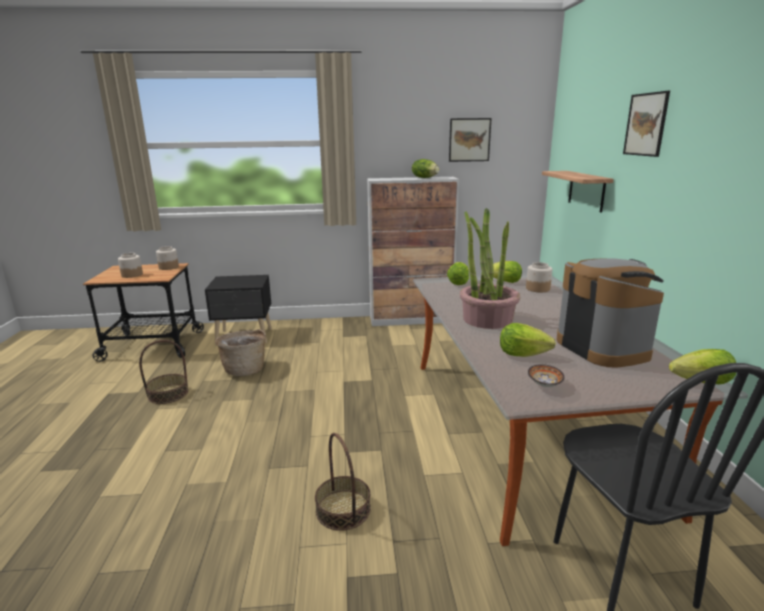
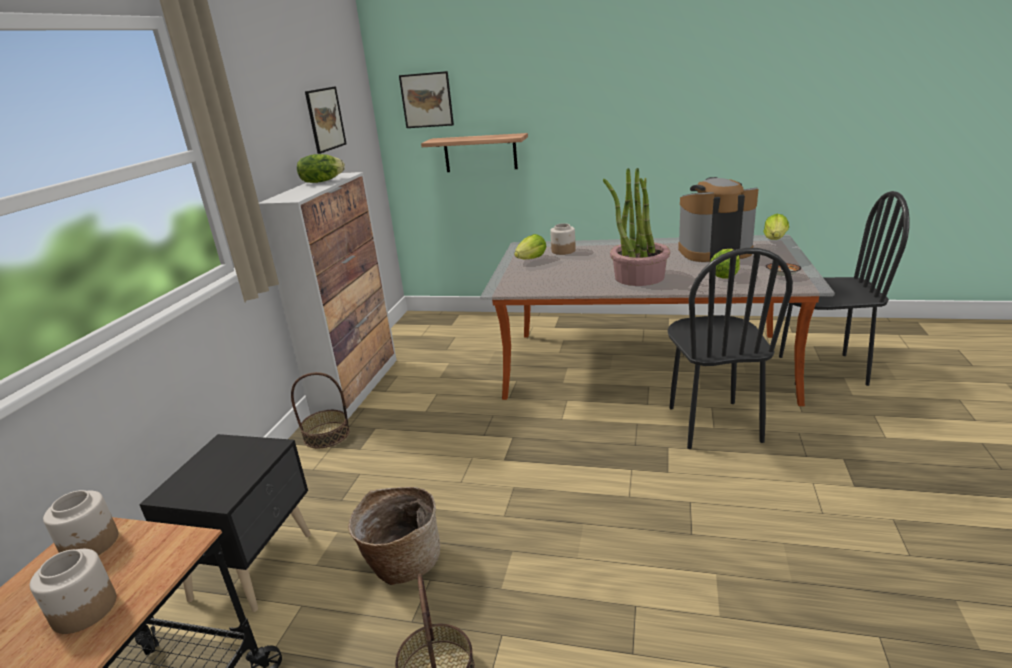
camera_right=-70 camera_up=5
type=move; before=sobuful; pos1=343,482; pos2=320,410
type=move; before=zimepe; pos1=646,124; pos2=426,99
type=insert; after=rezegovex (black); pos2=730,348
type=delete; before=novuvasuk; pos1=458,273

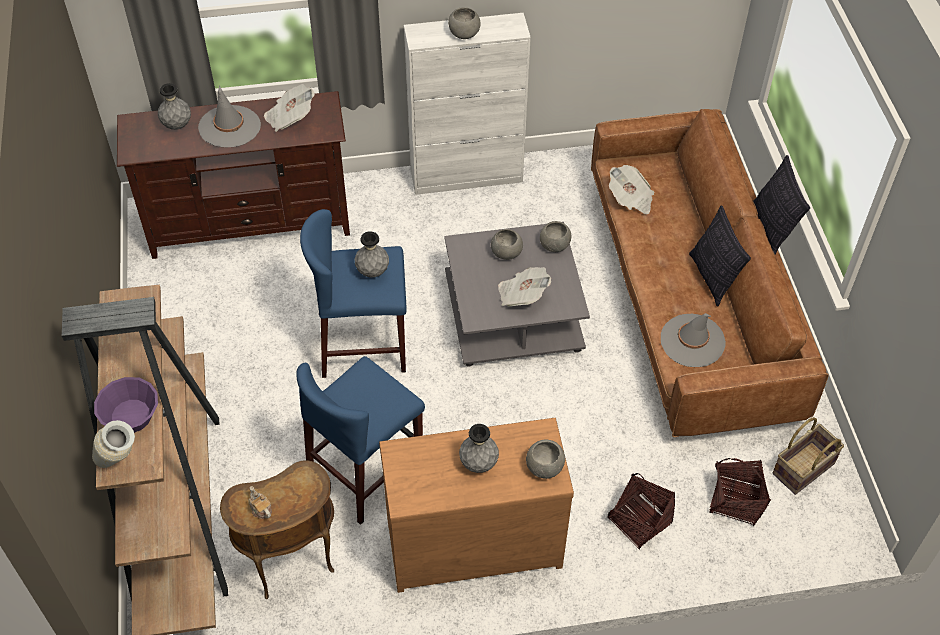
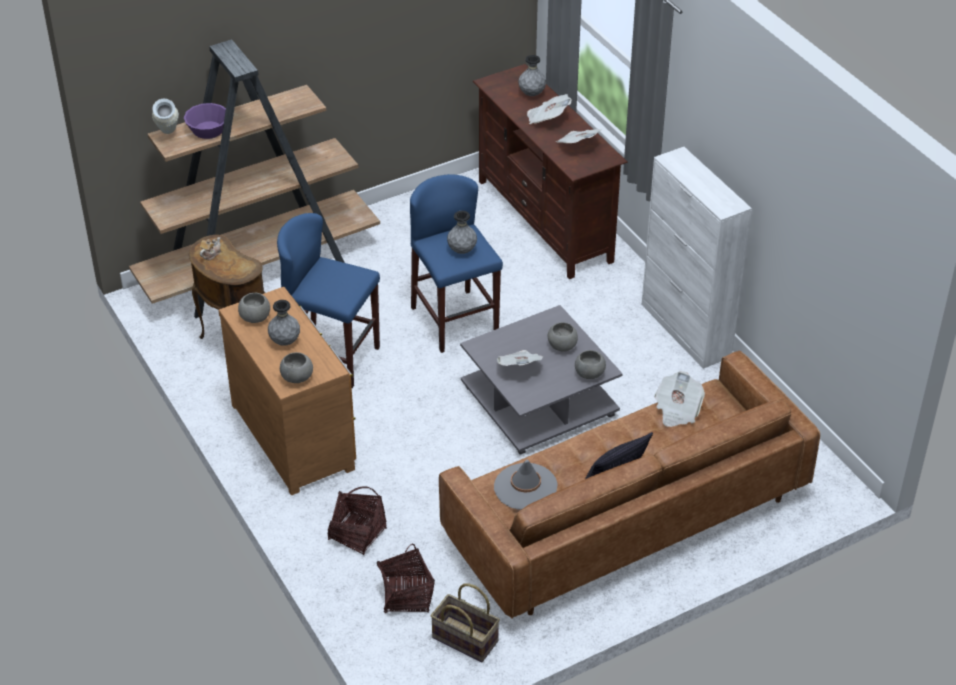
camera_right=70 camera_up=-10
type=move; before=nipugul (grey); pos1=464,23; pos2=254,308
type=replace; before=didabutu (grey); after=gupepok; pos1=229,116; pos2=549,109
type=delete; before=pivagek; pos1=781,205

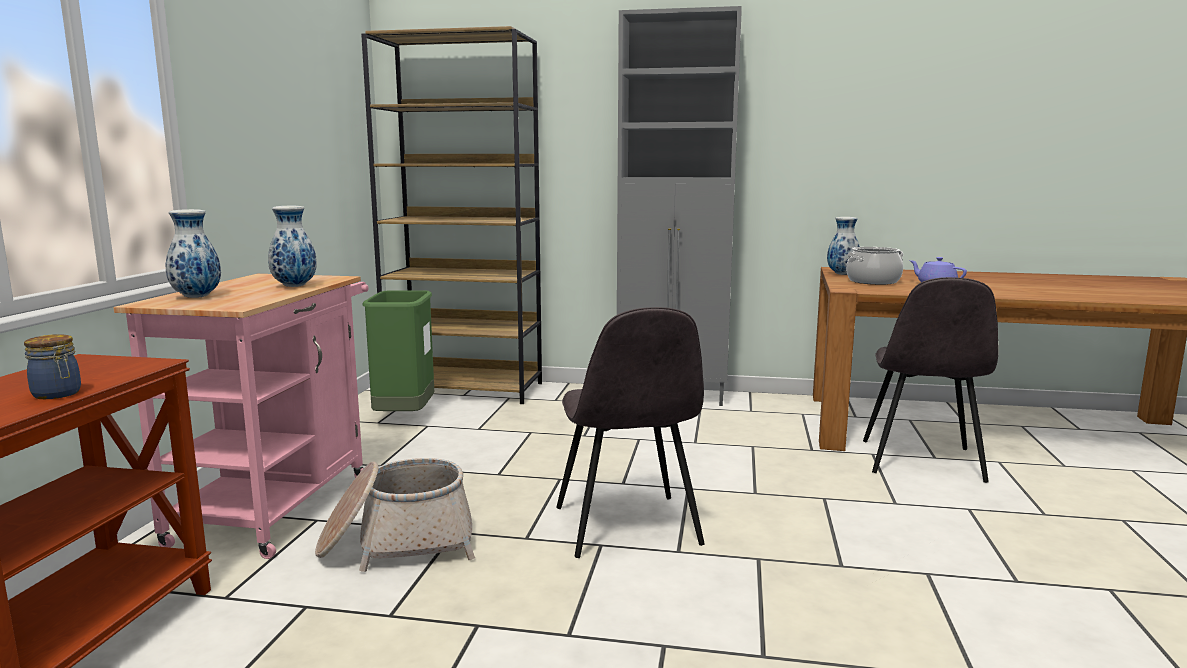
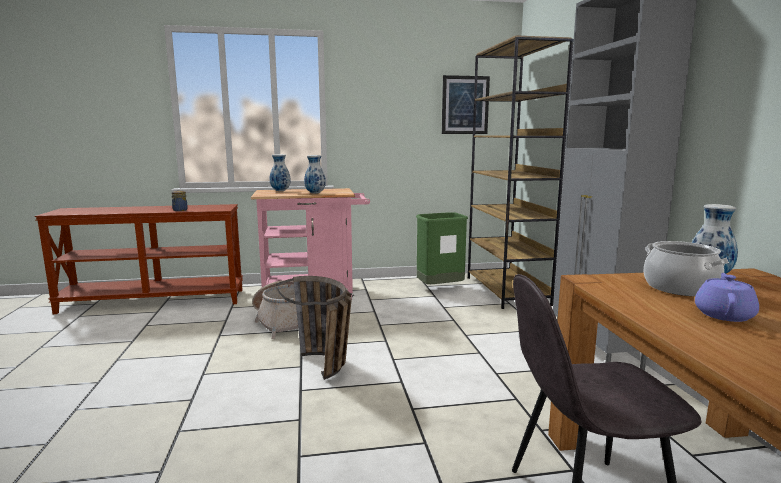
camera_right=70 camera_up=0
type=replace; before=rezegovex (grey); after=sobuful; pos1=631,432; pos2=313,328
type=insert; after=zimepe; pos2=466,104

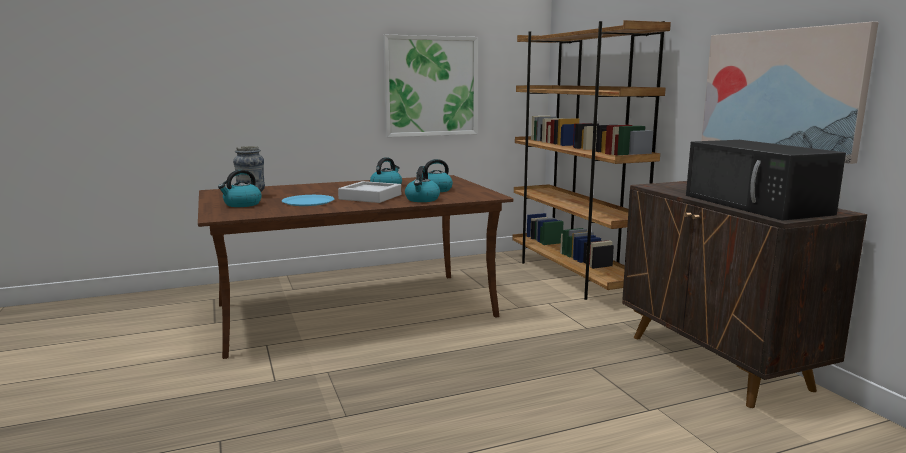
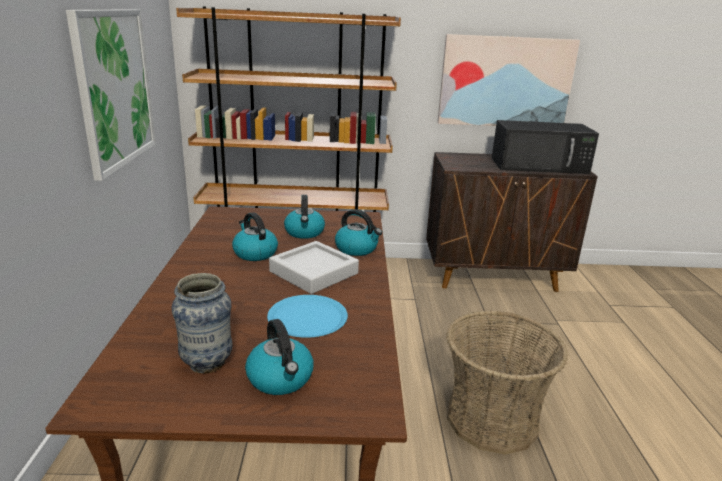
camera_right=-70 camera_up=10
type=insert; after=sobuful; pos2=507,382

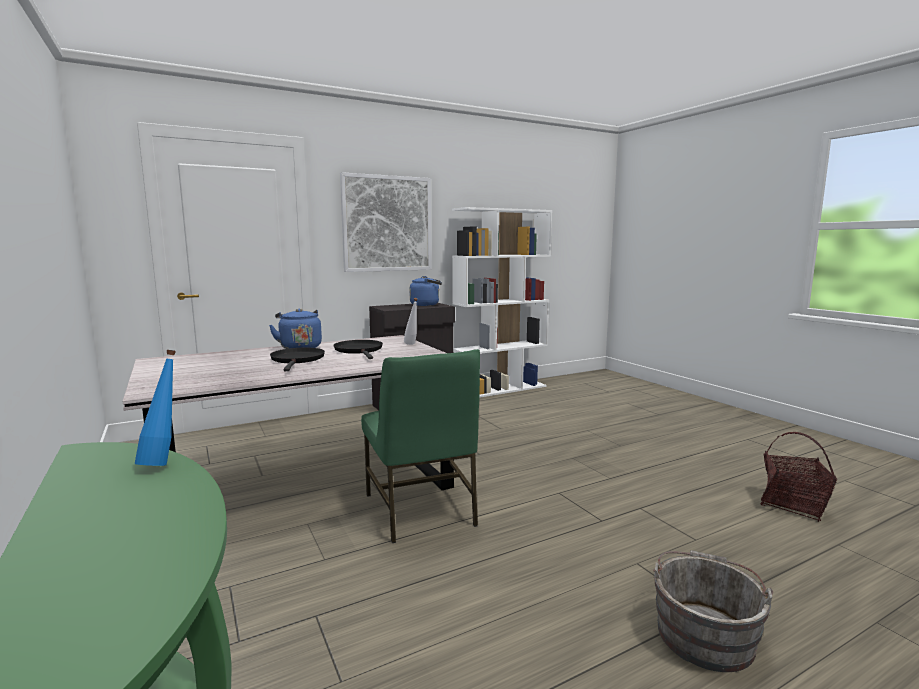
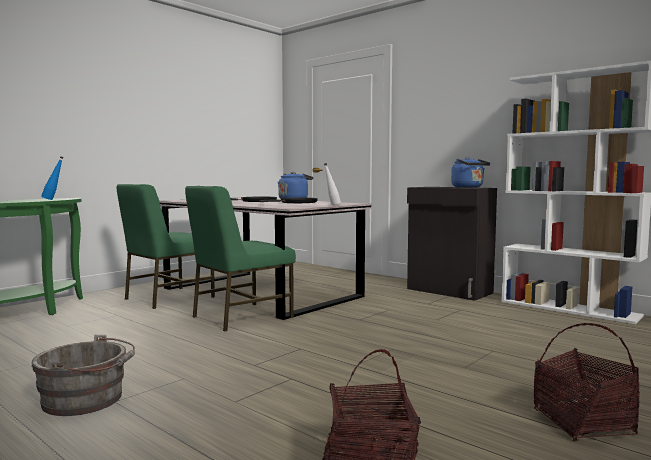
camera_right=70 camera_up=-5
type=insert; after=rezegovex (green); pos2=166,246
type=insert; after=sobuful; pos2=587,382
type=delete; before=zimepe; pos1=386,222

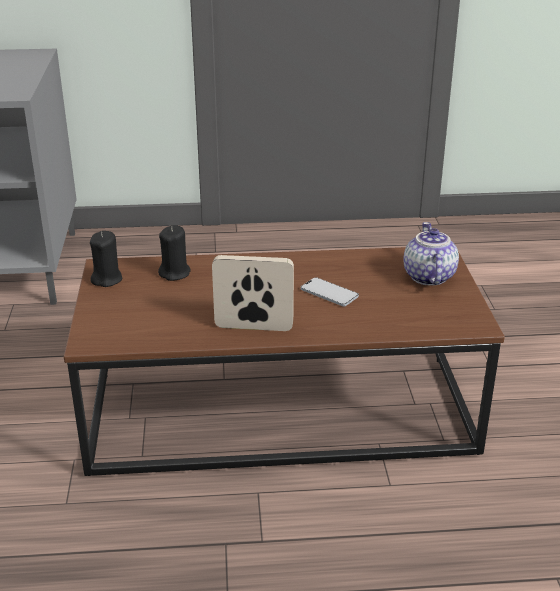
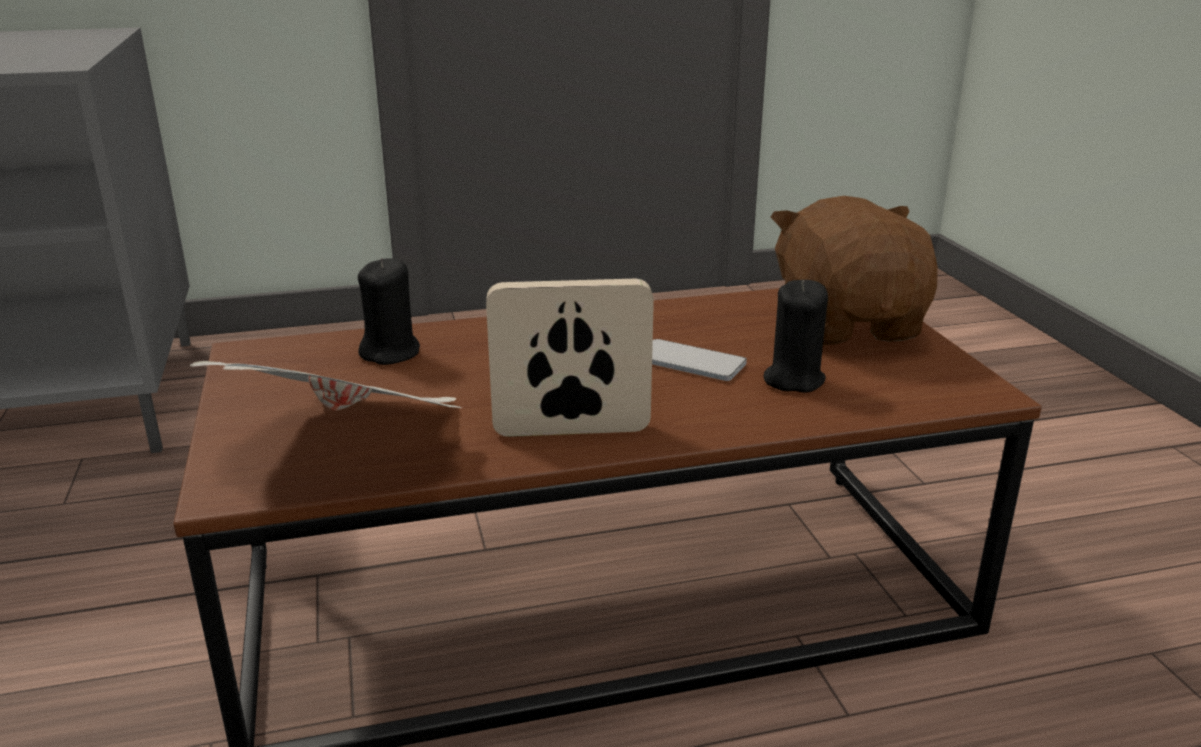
camera_right=-10 camera_up=-5
type=insert; after=gupepok; pos2=325,386
type=move; before=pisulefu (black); pos1=106,259; pos2=796,336
type=replace; before=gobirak; after=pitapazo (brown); pos1=431,254; pos2=854,270

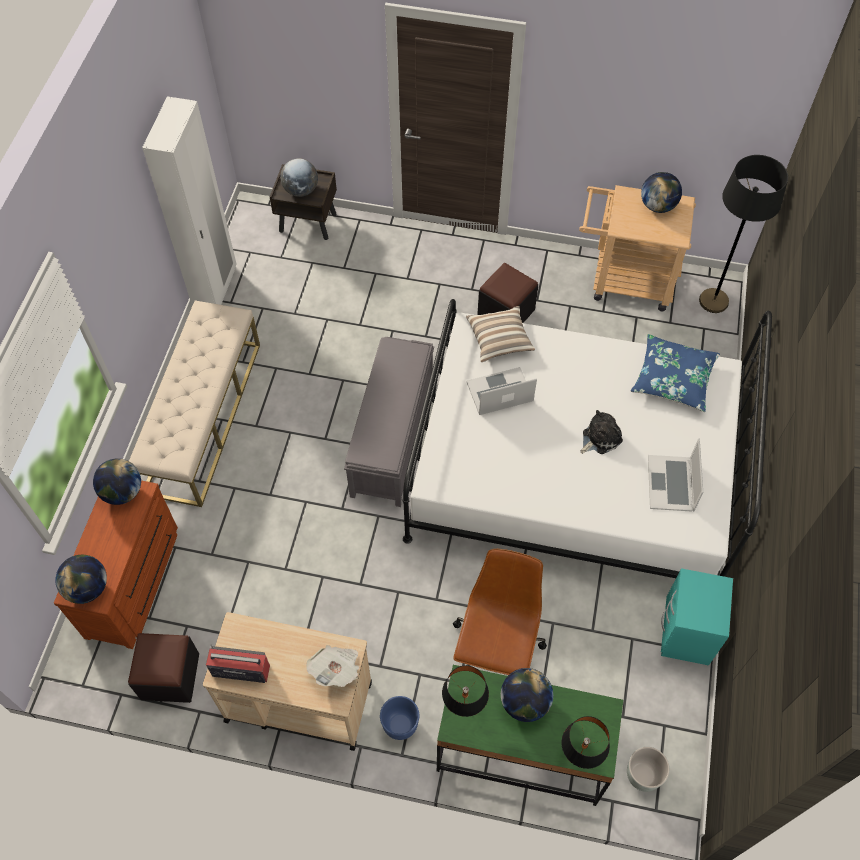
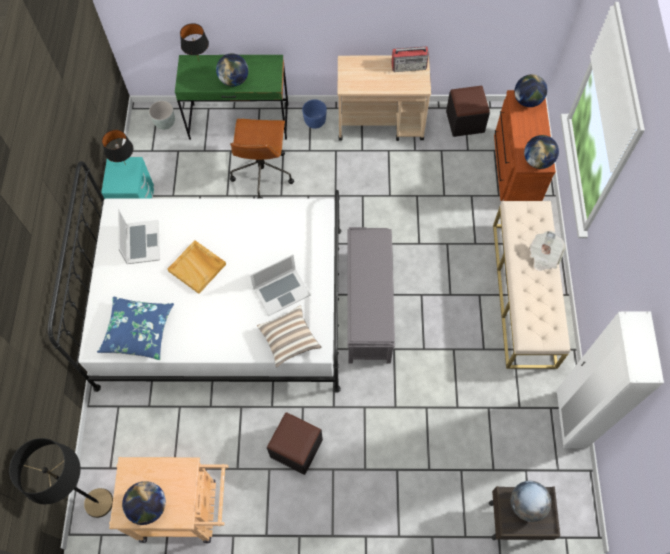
camera_right=170 camera_up=5
type=move; before=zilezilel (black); pos1=465,691; pos2=117,147
type=replace; before=pitapazo; after=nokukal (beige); pos1=601,432; pos2=196,267
type=move; before=gupepok; pos1=333,666; pos2=547,250

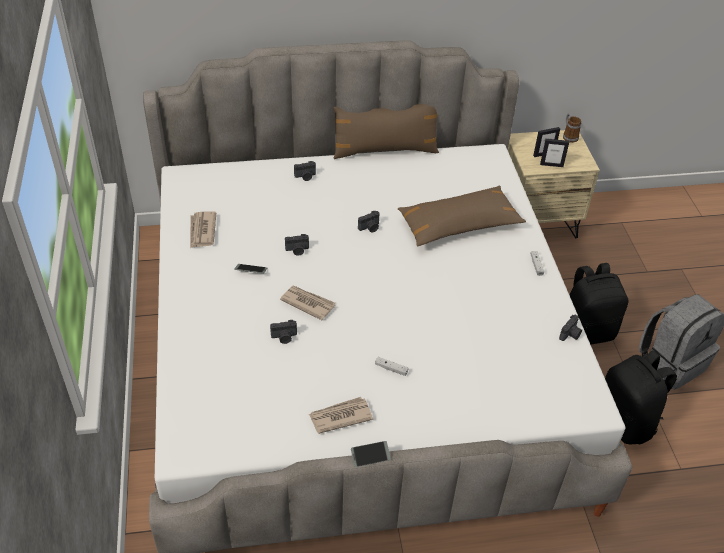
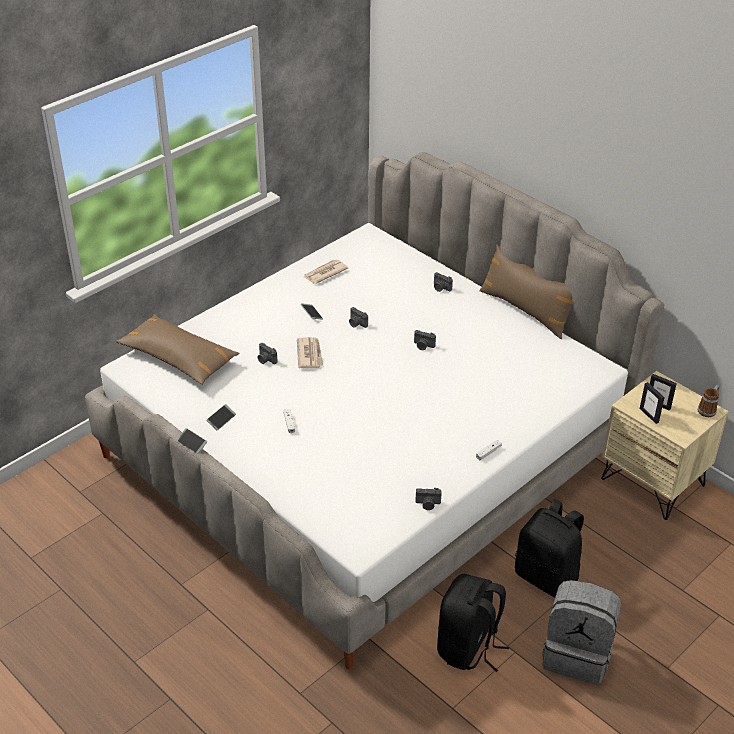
camera_right=55 camera_up=-5
type=move; before=pivagek (brown); pos1=462,216; pos2=177,349
type=replace; before=gupepok; after=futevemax; pos1=341,415; pos2=221,417

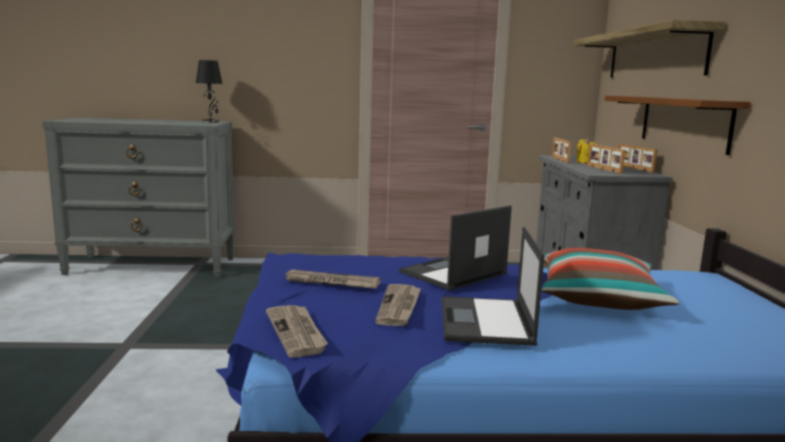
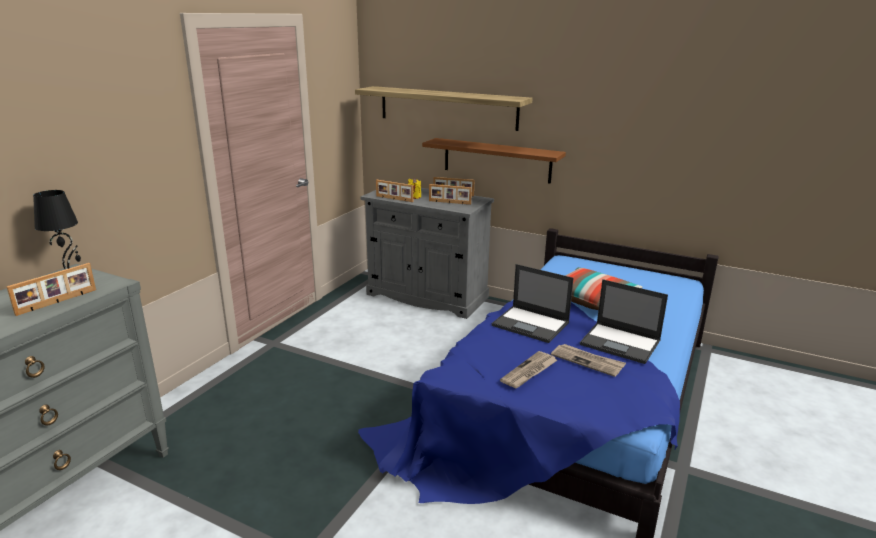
camera_right=-60 camera_up=10
type=insert; after=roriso; pos2=51,289
type=rotate; before=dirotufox; pos1=455,248; pos2=533,303; turn=-45
type=delete; before=gupepok; pos1=297,331

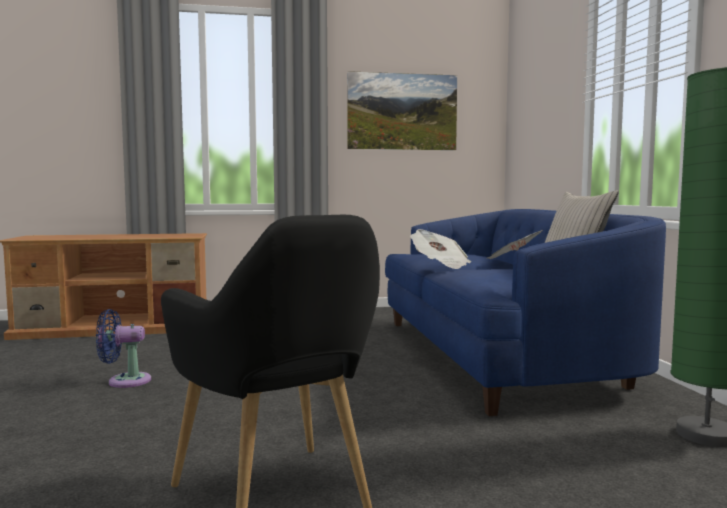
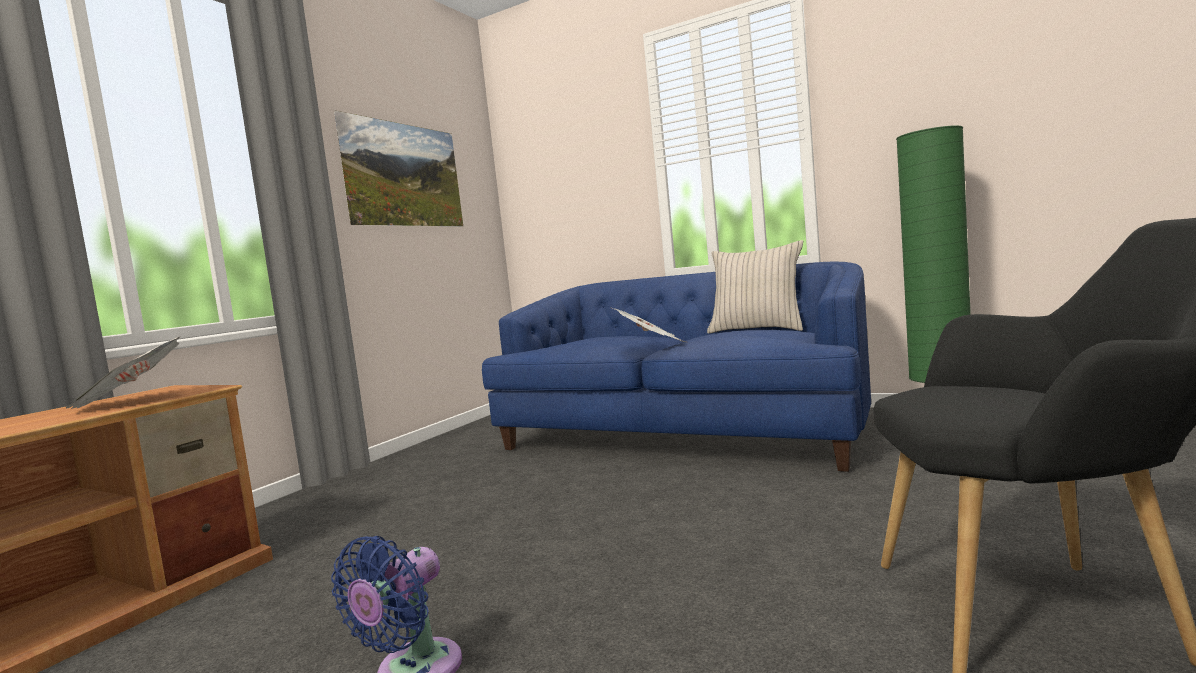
camera_right=-50 camera_up=0
type=move; before=gupepok; pos1=515,244; pos2=122,373

